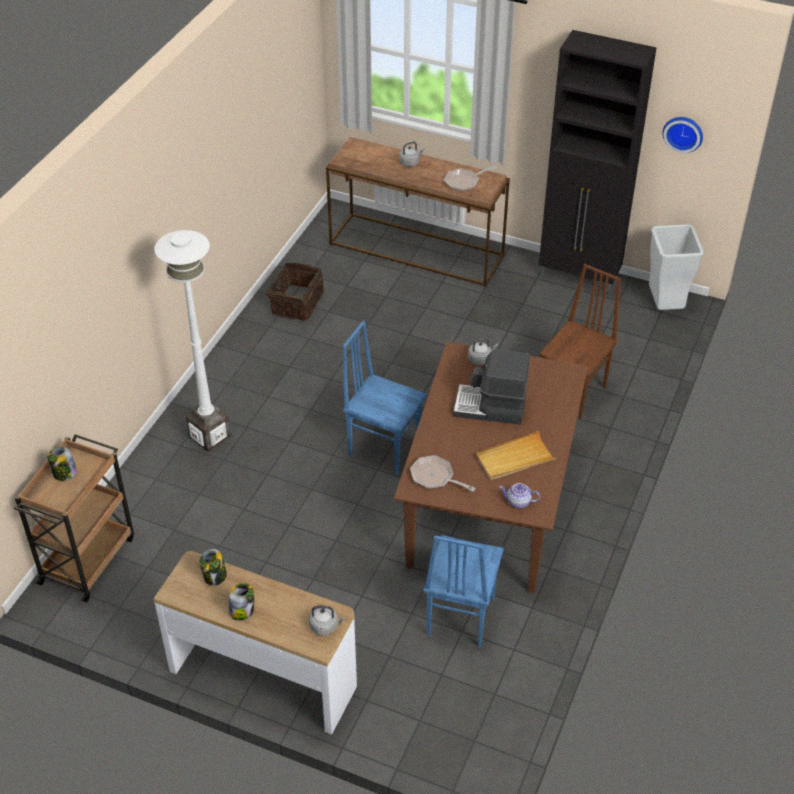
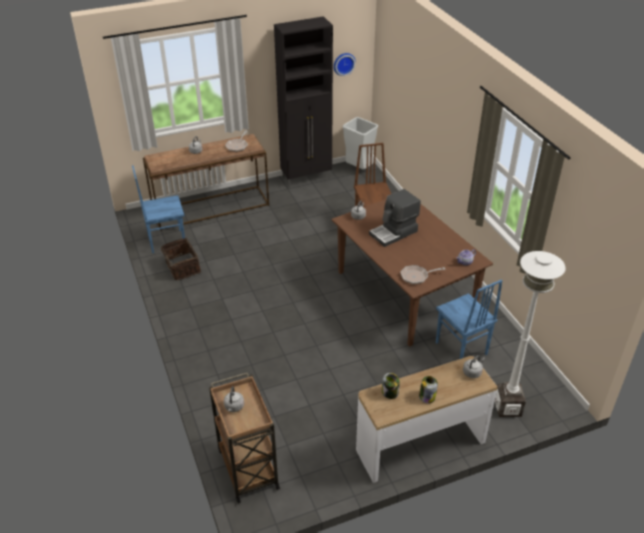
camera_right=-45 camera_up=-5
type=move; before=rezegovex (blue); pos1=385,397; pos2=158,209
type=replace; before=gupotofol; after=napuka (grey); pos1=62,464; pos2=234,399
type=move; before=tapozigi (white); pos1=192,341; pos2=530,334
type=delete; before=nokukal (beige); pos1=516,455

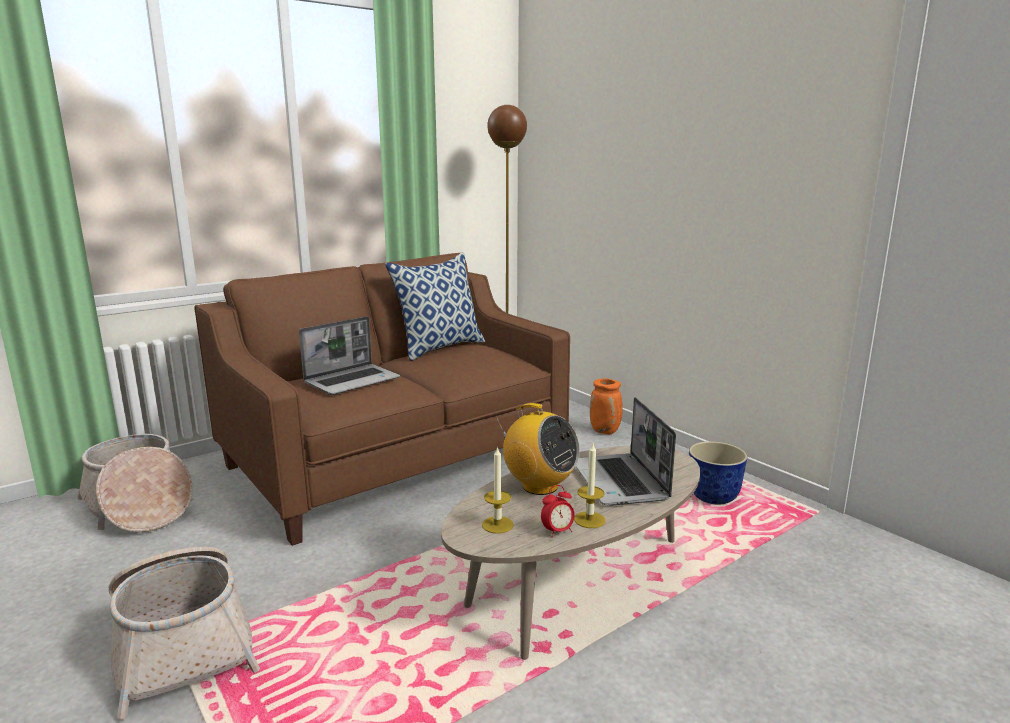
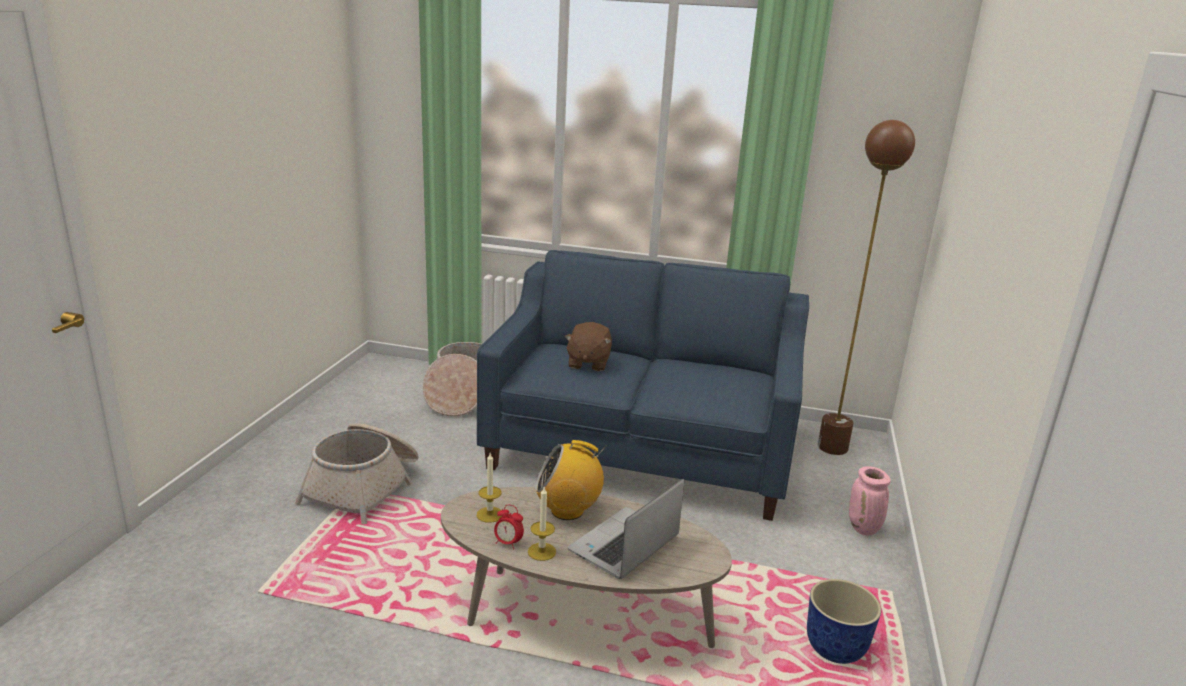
camera_right=50 camera_up=5
type=recolor; before=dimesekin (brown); after=dimesekin (blue); pos1=382,399; pos2=643,385
type=rotate; before=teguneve; pos1=538,449; pos2=571,480; turn=90
type=replace; before=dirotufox; after=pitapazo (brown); pos1=349,355; pos2=588,346
type=recolor; before=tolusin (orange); after=tolusin (pink); pos1=606,406; pos2=870,500
type=delete; before=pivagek; pos1=435,306

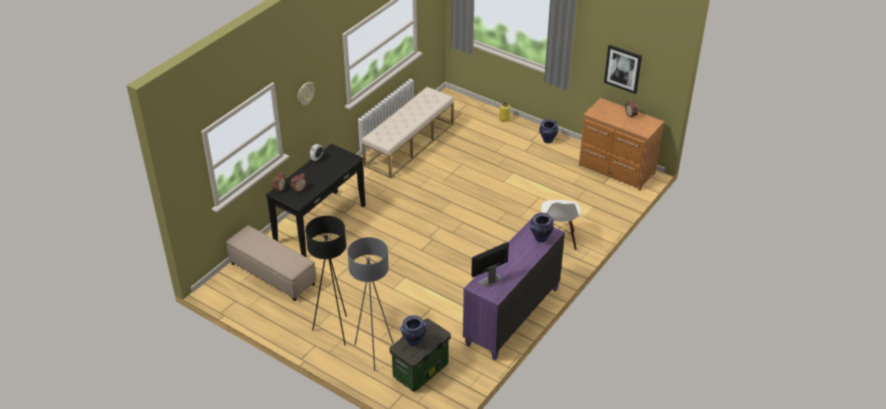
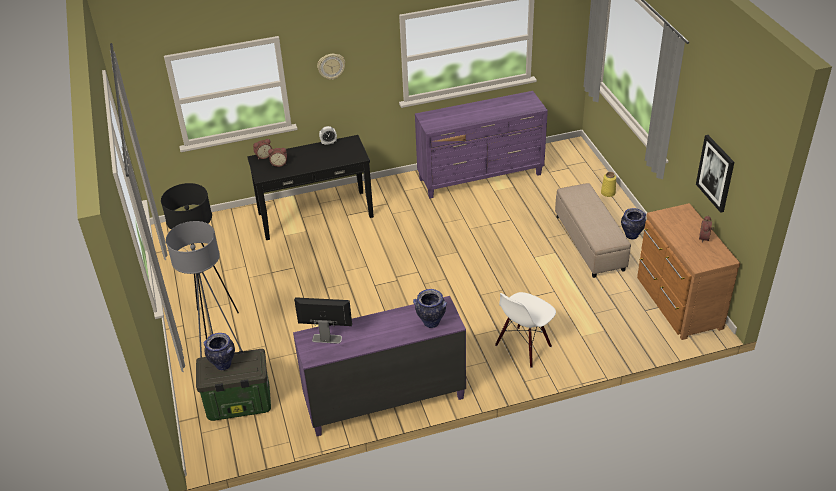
camera_right=40 camera_up=0
type=replace; before=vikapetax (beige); after=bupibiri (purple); pos1=408,132; pos2=481,144
type=move; before=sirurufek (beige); pos1=271,263; pos2=593,230

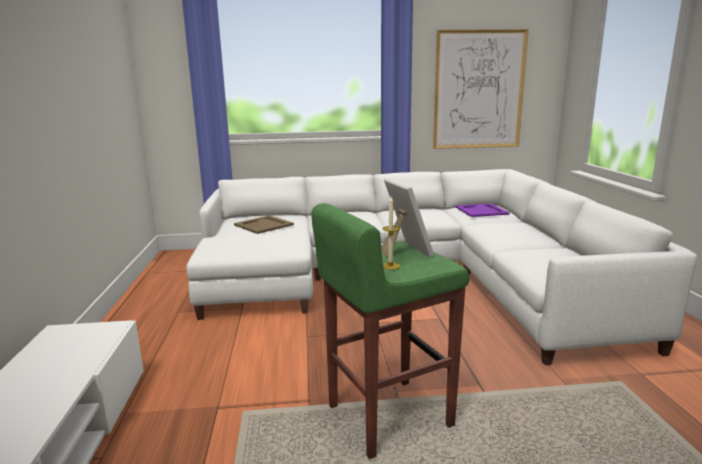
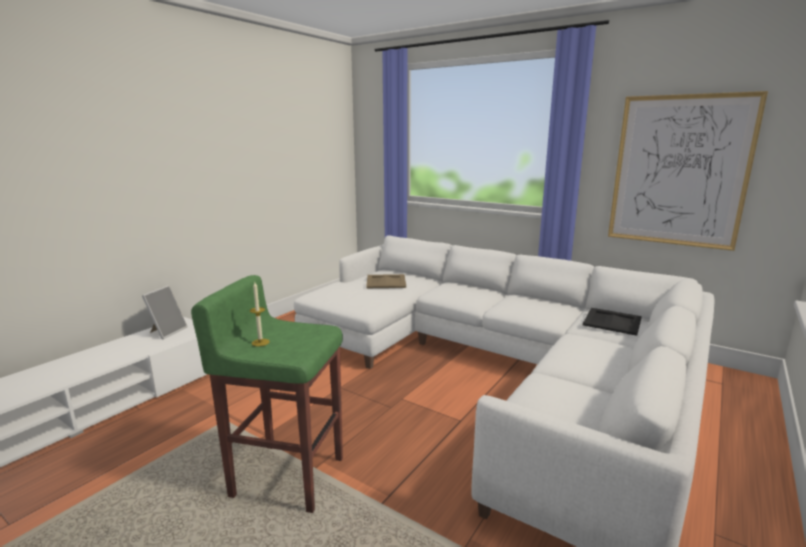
camera_right=40 camera_up=0
type=move; before=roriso; pos1=407,218; pos2=164,312
type=recolor; before=nokukal (purple); after=nokukal (black); pos1=482,210; pos2=612,322

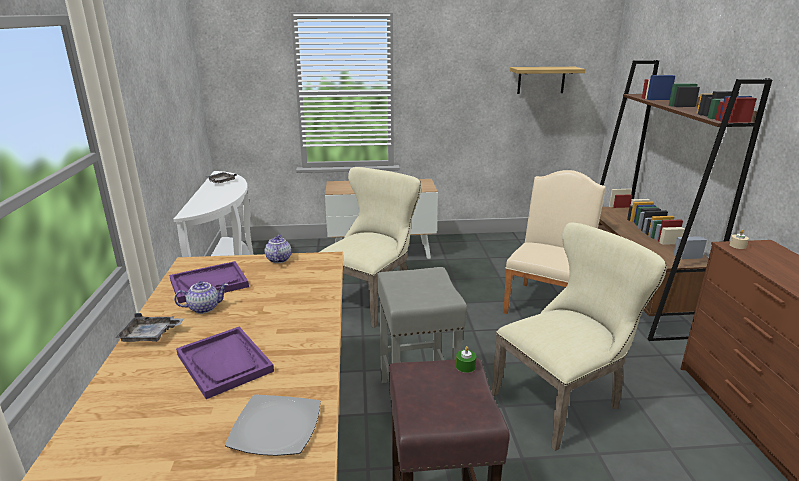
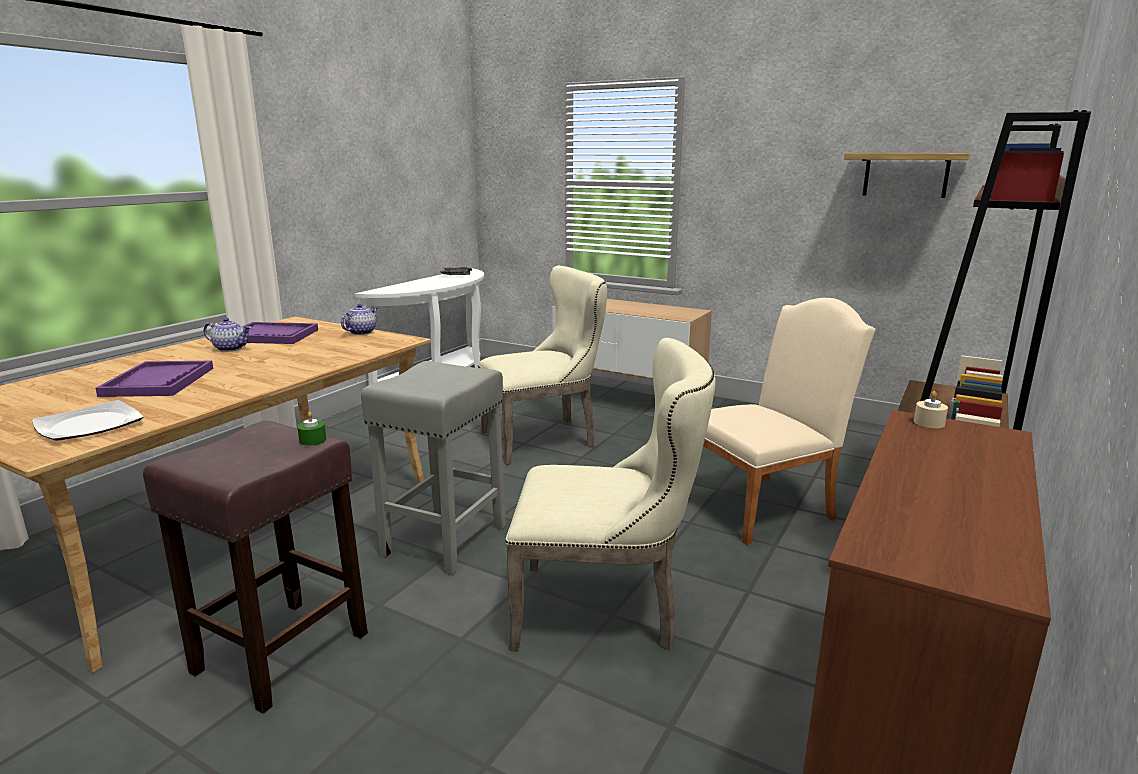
camera_right=35 camera_up=-5
type=delete; before=nokukal (grey); pos1=149,327

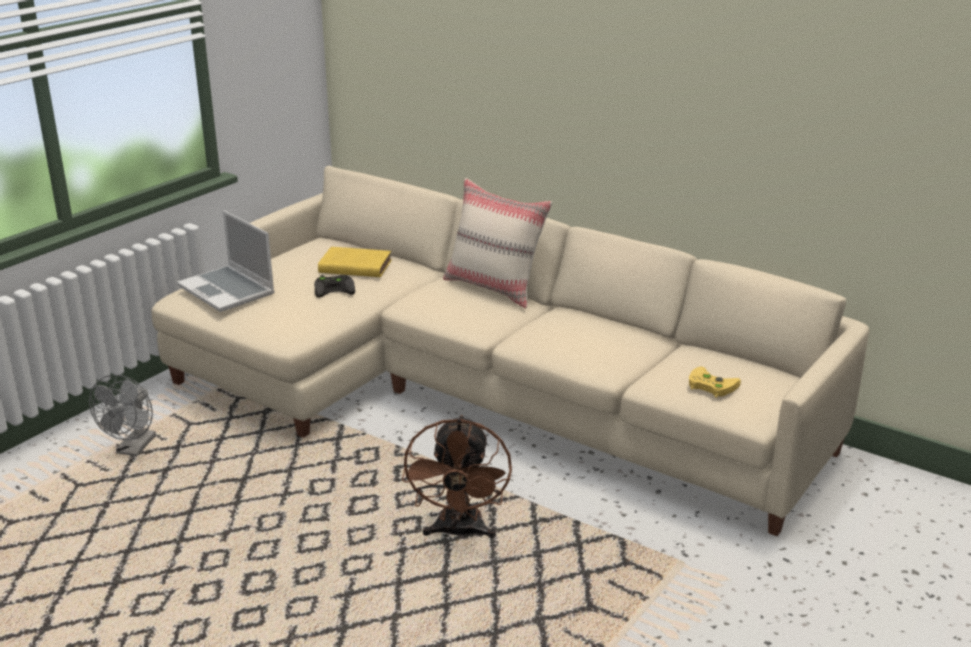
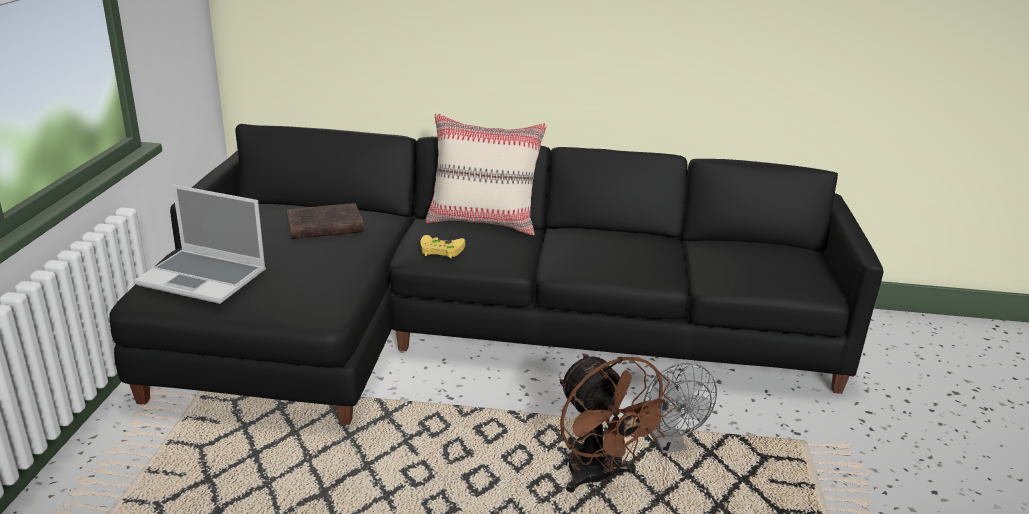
camera_right=-30 camera_up=0
type=recolor; before=dimesekin (beige); after=dimesekin (black); pos1=510,351; pos2=496,274
type=recolor; before=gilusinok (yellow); after=gilusinok (brown); pos1=355,262; pos2=325,221
type=move; before=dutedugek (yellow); pos1=715,382; pos2=442,246
type=move; before=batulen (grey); pos1=122,415; pos2=680,408
type=delete; before=dutedugek (black); pos1=334,286

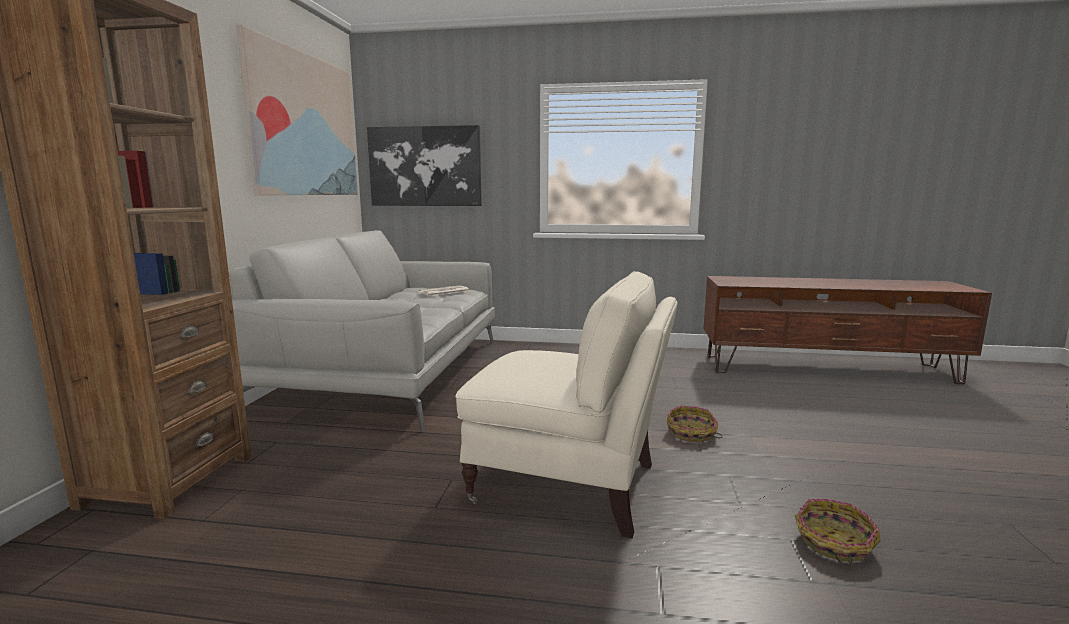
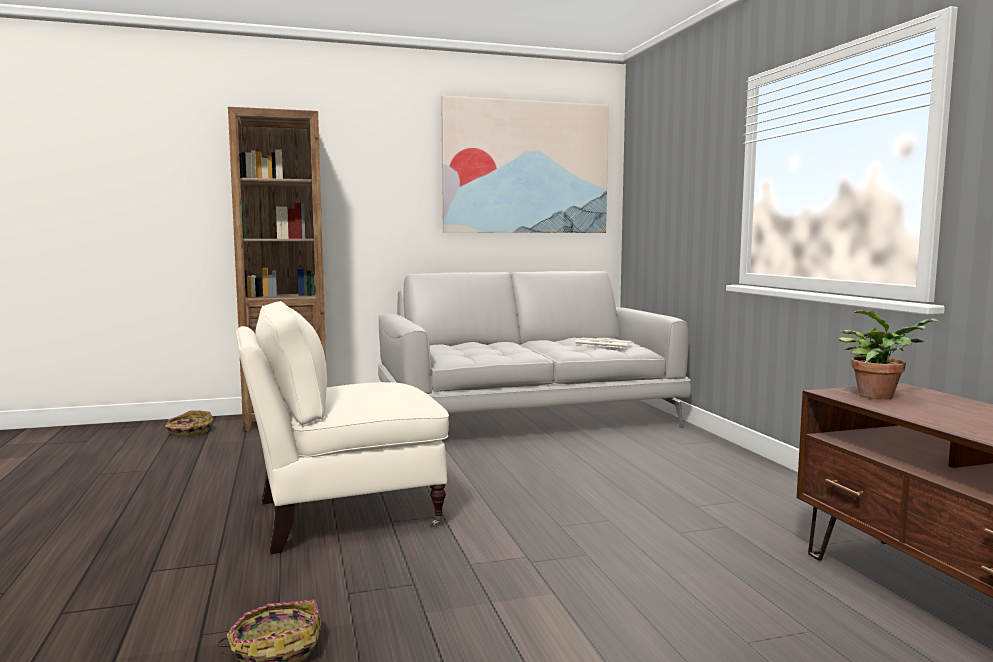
camera_right=65 camera_up=-5
type=move; before=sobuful; pos1=695,424; pos2=189,423
type=rotate; before=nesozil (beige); pos1=566,404; pos2=342,427; turn=75
type=insert; after=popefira; pos2=889,355
type=delete; before=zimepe; pos1=424,165

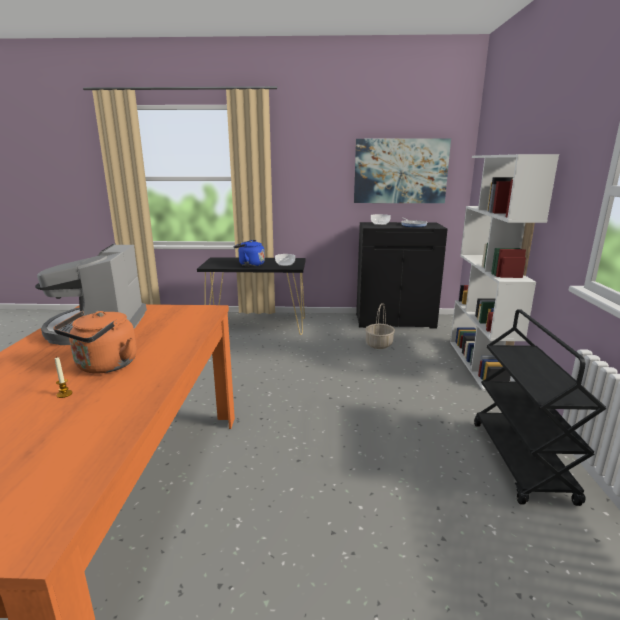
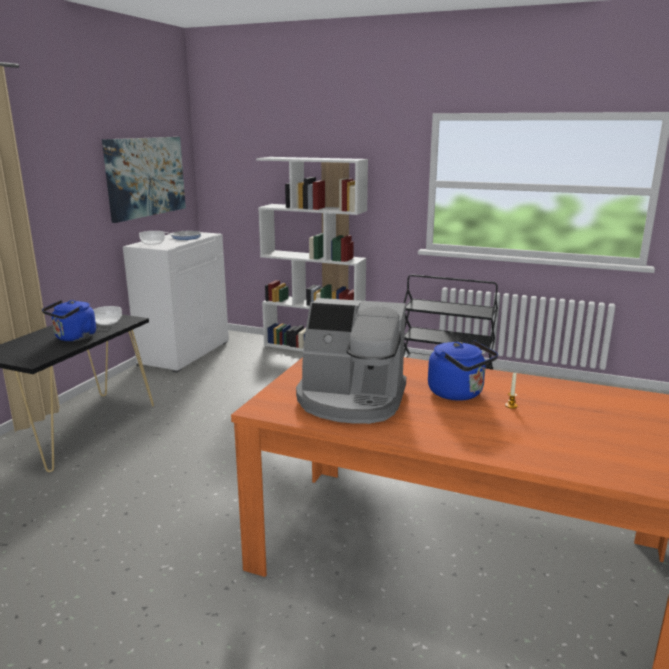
camera_right=-70 camera_up=0
type=recolor; before=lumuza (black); after=lumuza (white); pos1=402,275; pos2=176,302
type=recolor; before=napuka (orange); after=napuka (blue); pos1=95,342; pos2=463,370
type=delete; before=sobuful; pos1=380,326

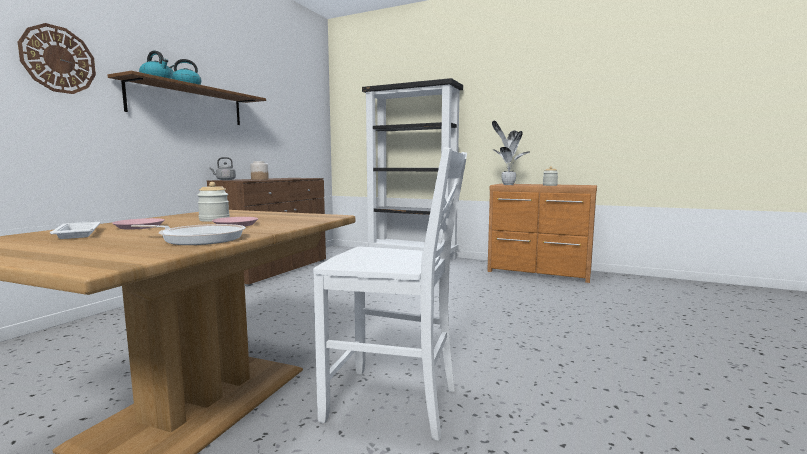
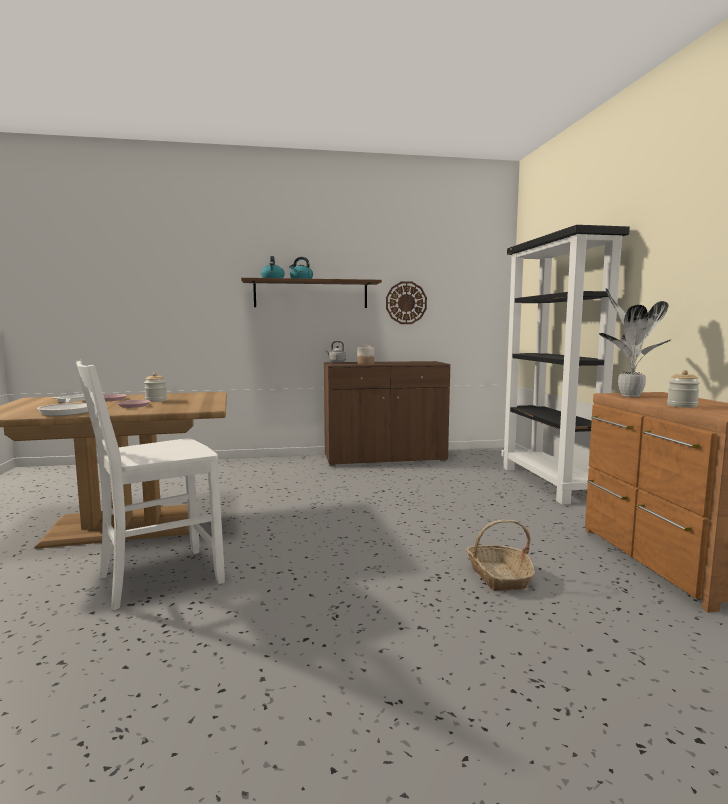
camera_right=55 camera_up=0
type=rotate; before=rezegovex (white); pos1=390,294; pos2=150,484; turn=75
type=move; before=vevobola; pos1=57,58; pos2=406,302
type=insert; after=sobuful; pos2=500,555

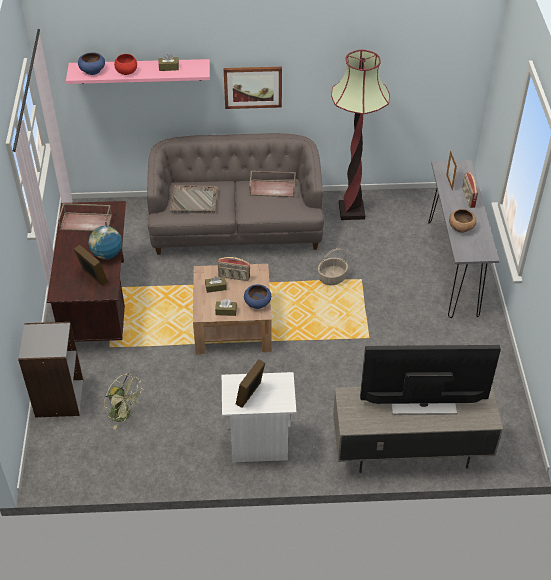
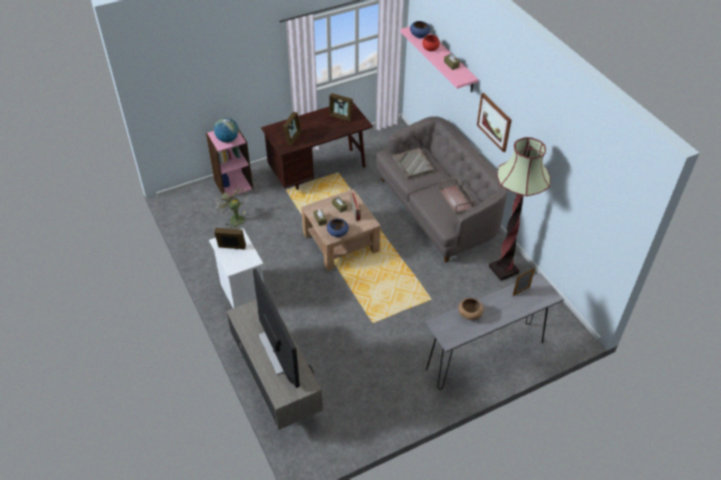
camera_right=65 camera_up=0
type=recolor; before=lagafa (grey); after=lagafa (pink); pos1=50,369; pos2=229,163
type=move; before=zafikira; pos1=105,242; pos2=226,130
type=rotate; before=batulen (green); pos1=124,401; pos2=231,206; turn=135
type=replace; before=nokukal (brown); after=roriso; pos1=85,217; pos2=341,107
type=delete; before=sobuful; pos1=333,266
type=delete; before=teguneve; pos1=470,190

